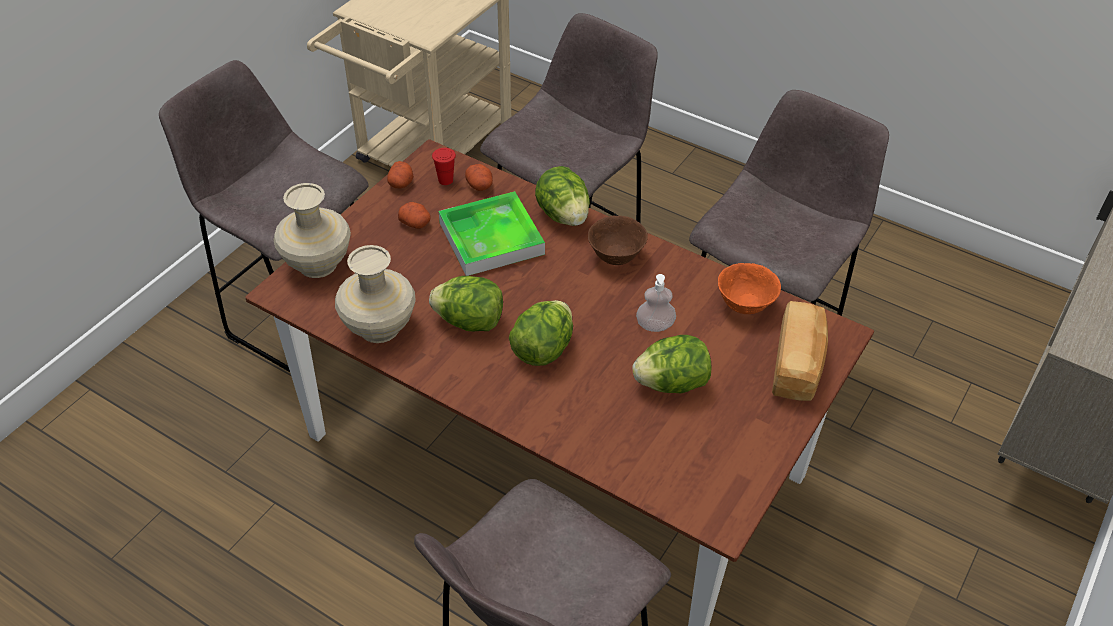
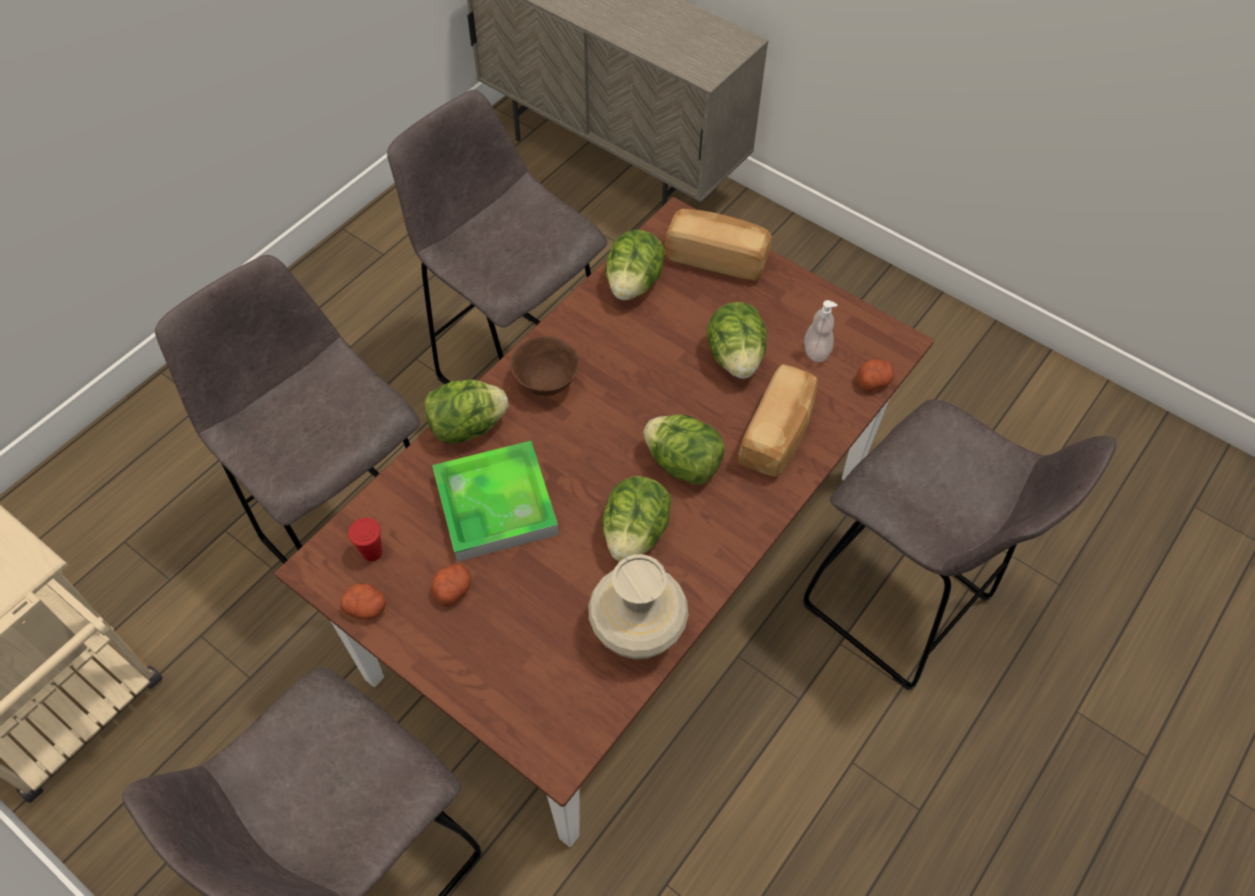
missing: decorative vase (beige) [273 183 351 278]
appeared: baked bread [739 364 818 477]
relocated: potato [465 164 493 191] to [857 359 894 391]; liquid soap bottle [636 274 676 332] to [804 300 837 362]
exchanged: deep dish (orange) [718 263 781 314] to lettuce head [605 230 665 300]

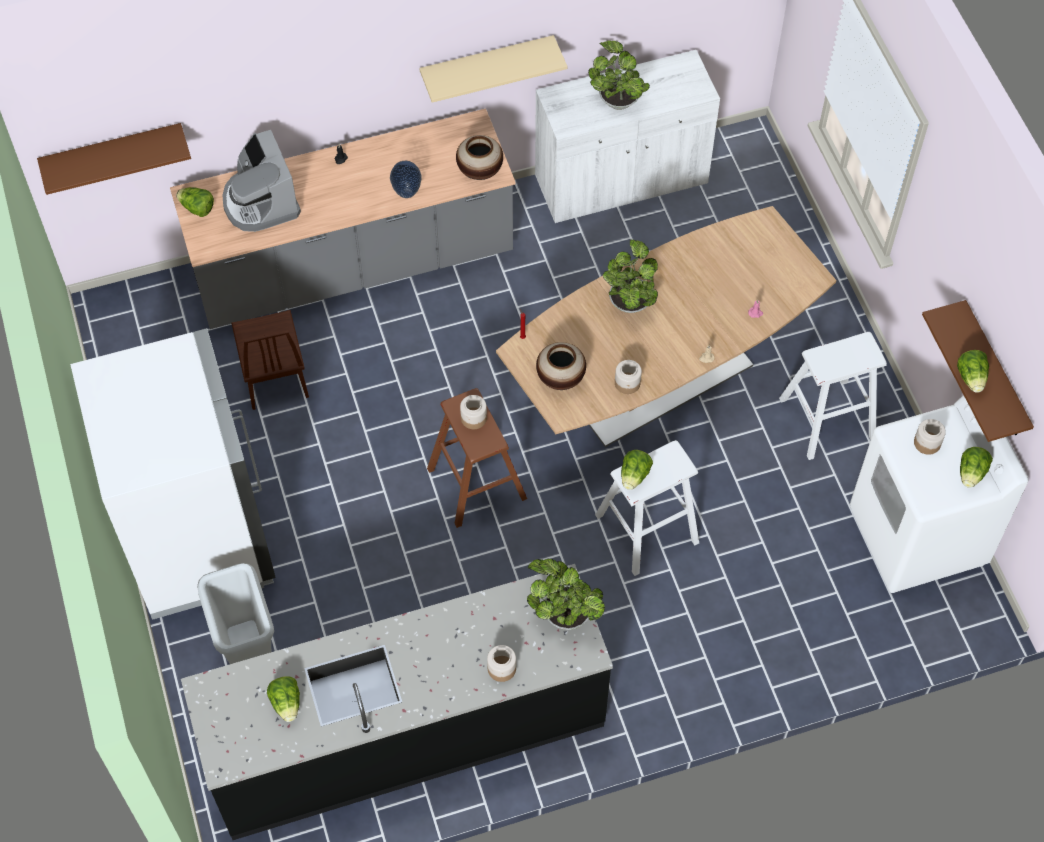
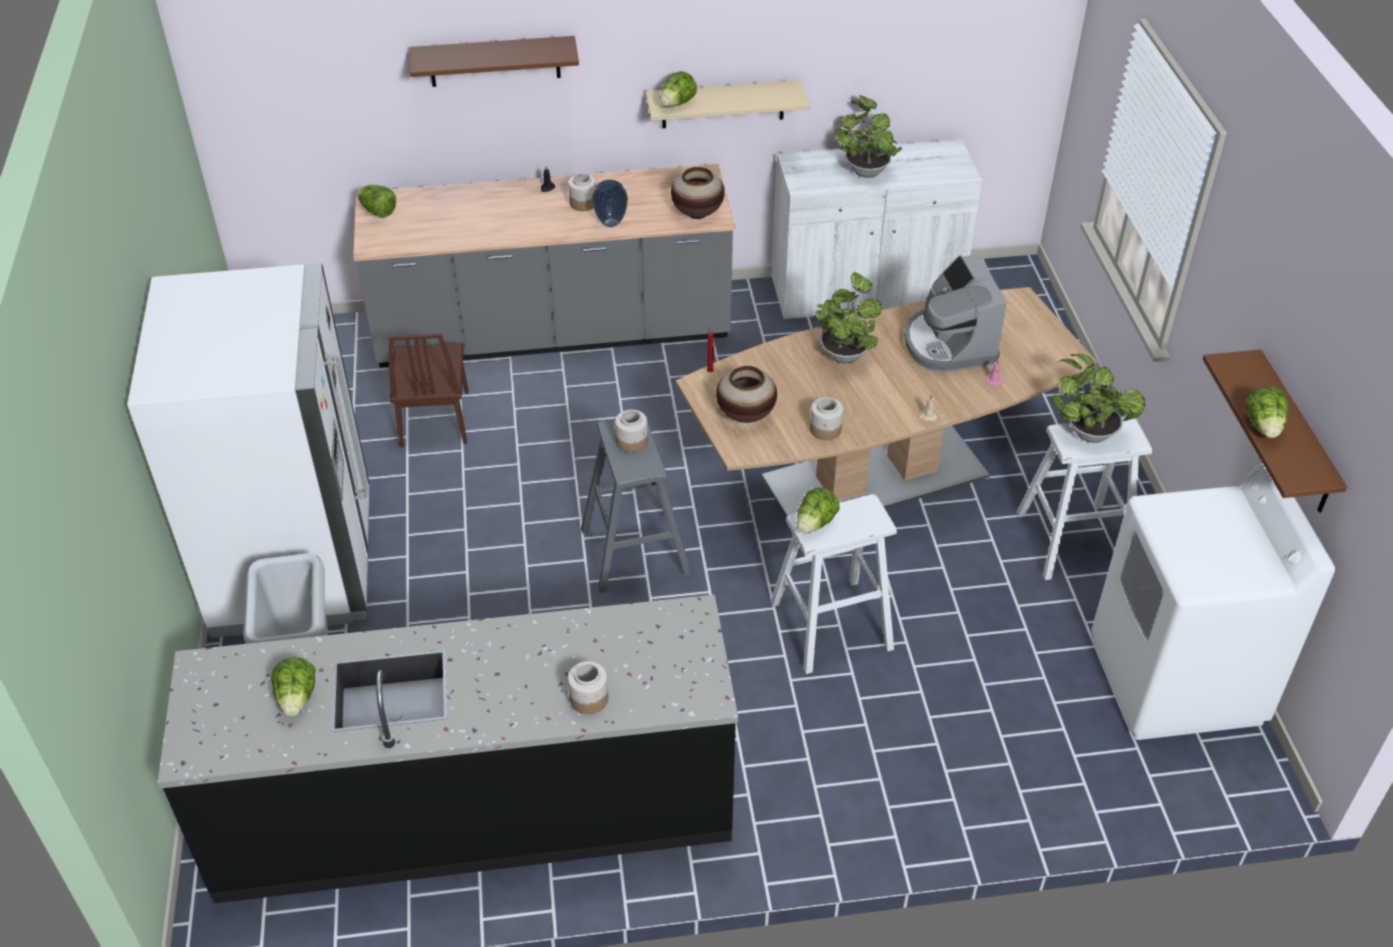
relocated: shelf (brown) [37 123 191 195] to [410 36 579 87]; coffee brewer [222 130 301 232] to [904 254 1007 372]; jar [914 419 946 455] to [568 173 596 211]; lettuce head [960 447 993 488] to [660 71 697 107]; houseplant [527 559 605 630] to [1052 354 1145 443]
colour: stool (brown) [427 388 527 528] to stool (grey) [581 418 692 593]

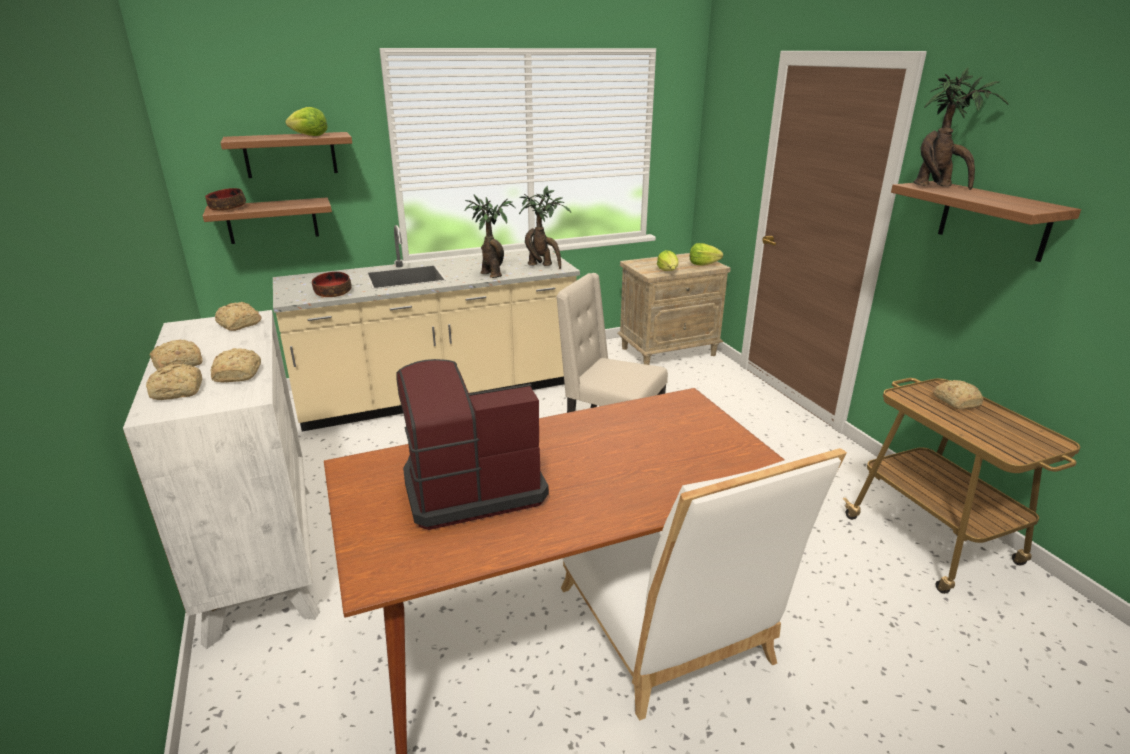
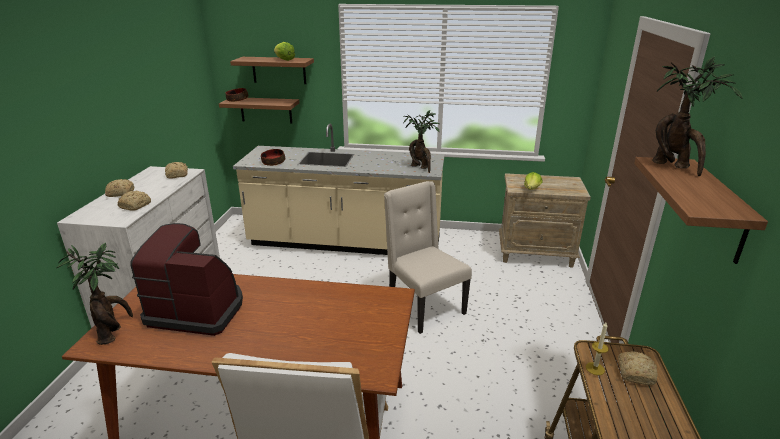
missing: lettuce head [690 243 723 266]; baked bread [146 364 202 400]
appeared: wax candle [586 321 609 375]
relocated: houseplant [464 194 515 278] to [56 243 133 345]

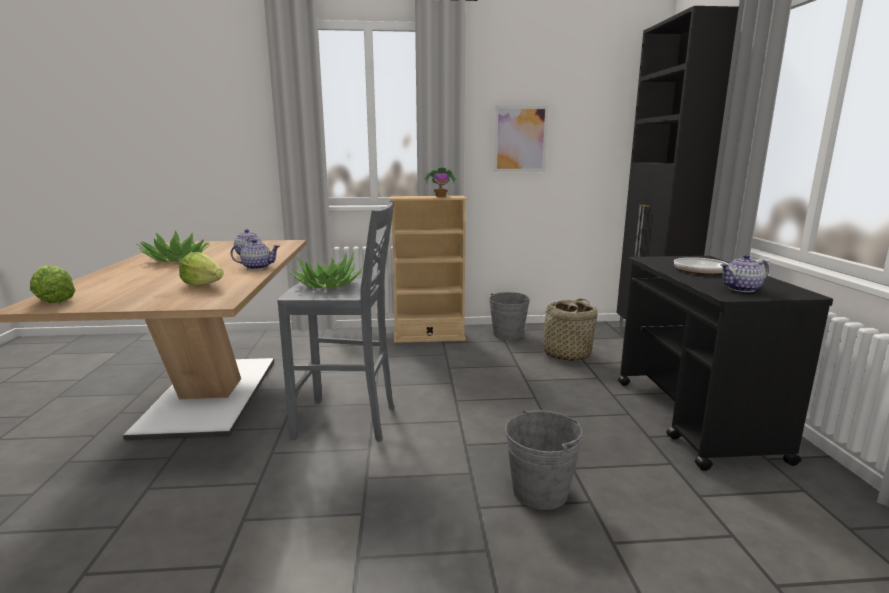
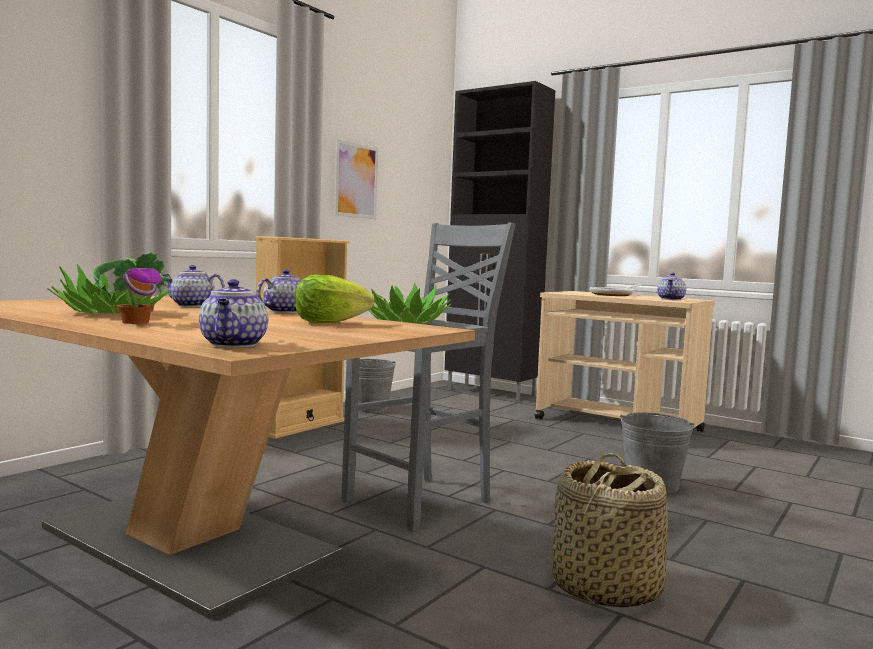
relocated: houseplant [424 167 457 197] to [93 252 172 324]; basket [532 298 598 361] to [552 453 668 608]
exchanged: lettuce head [30 265 76 303] to pot for tea [199 279 268 348]
colour: wheeled cart (black) [618 256 833 471] to wheeled cart (beige) [534 291 715 432]

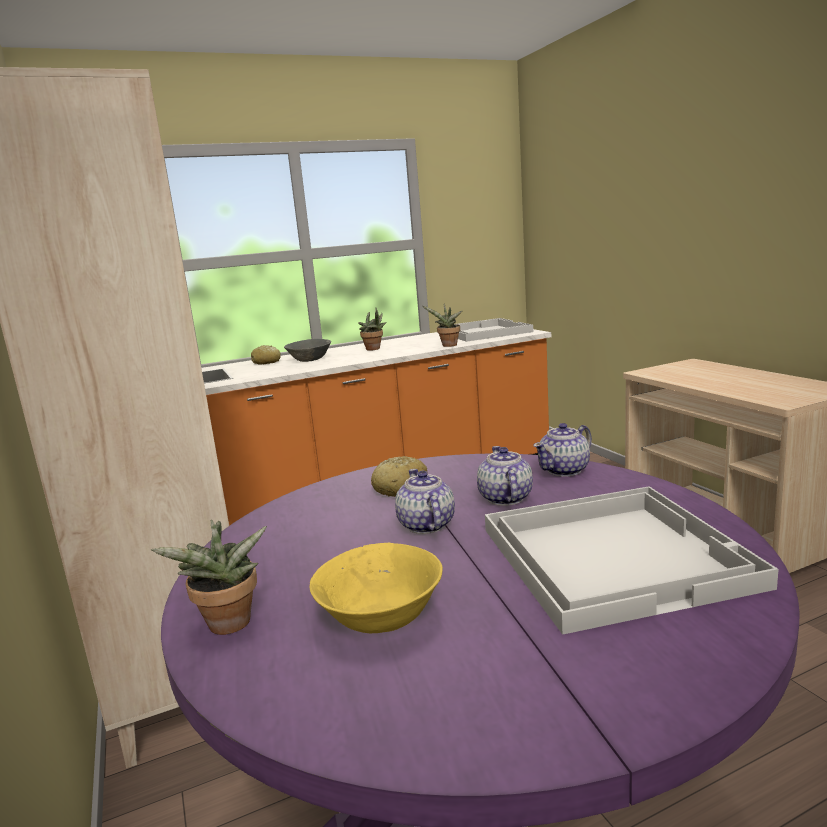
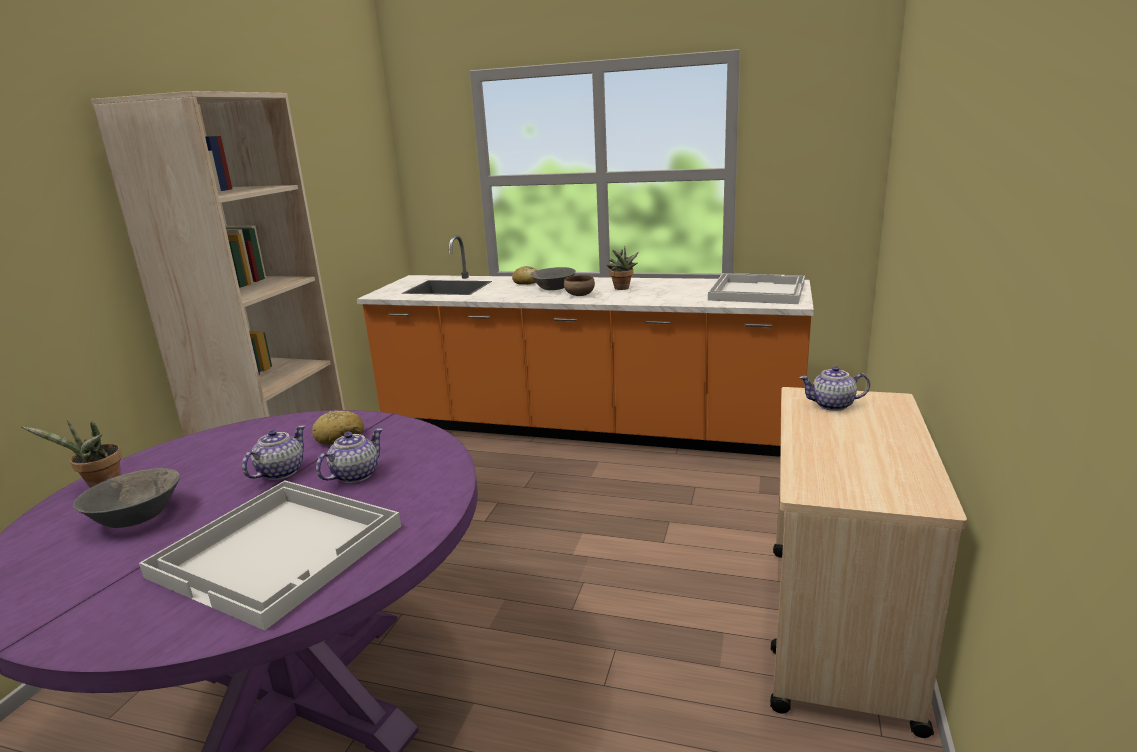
missing: houseplant [423 304 462 347]
appeared: deep dish (brown) [564 275 595 296]
relocated: pot for tea [533 423 592 477] to [799 366 870 411]
colour: deep dish (yellowish) [310 543 443 633] to deep dish (grey) [73 468 180 528]

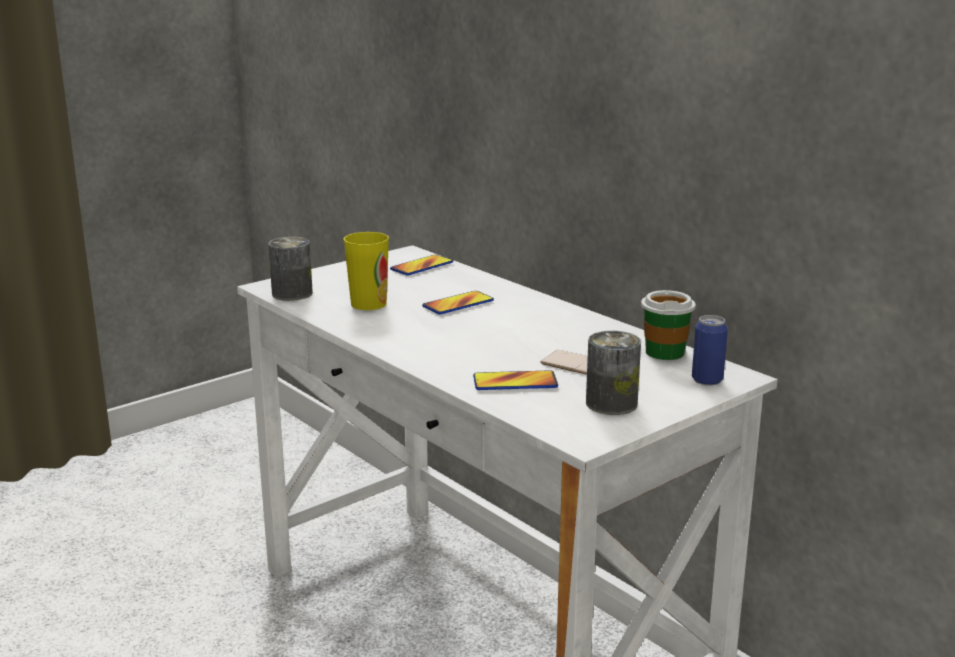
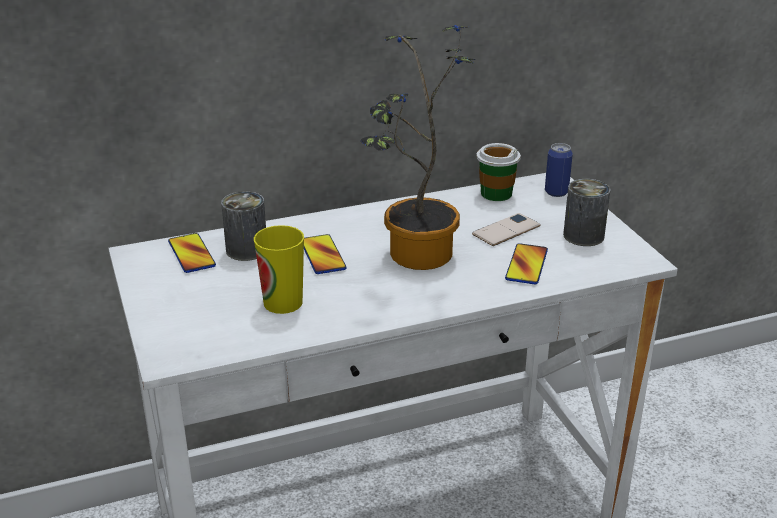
appeared: houseplant [360 25 476 270]
relocated: sealed can [268 237 313 301] to [221 191 266 261]

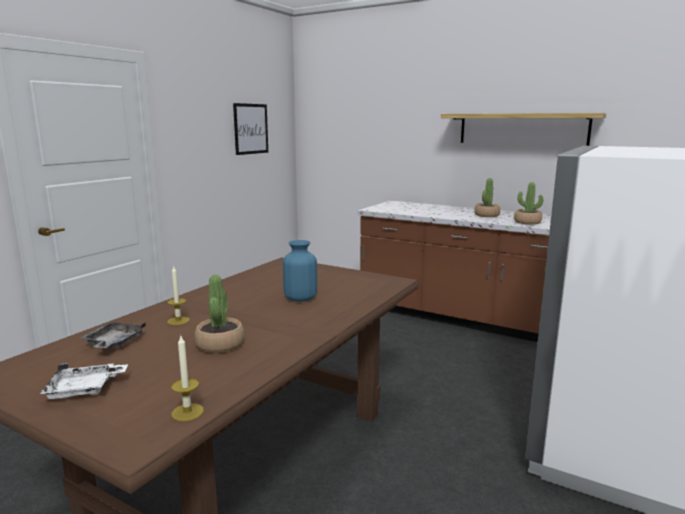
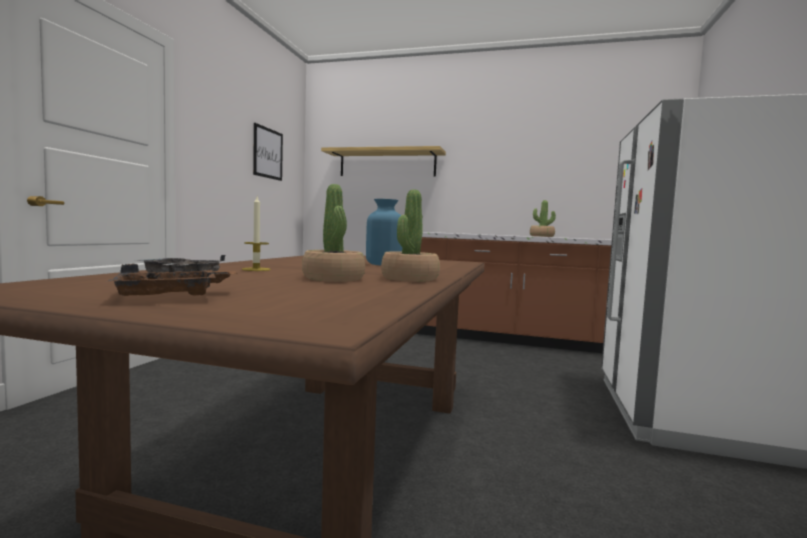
missing: wax candle [171 336 204 421]
relocated: shelf [441 113 606 146] to [321 146 446 177]; houseplant [474 178 500 217] to [381 189 440 282]
colour: carrying tray (white) [40 363 128 399] to carrying tray (brown) [108 264 237 296]

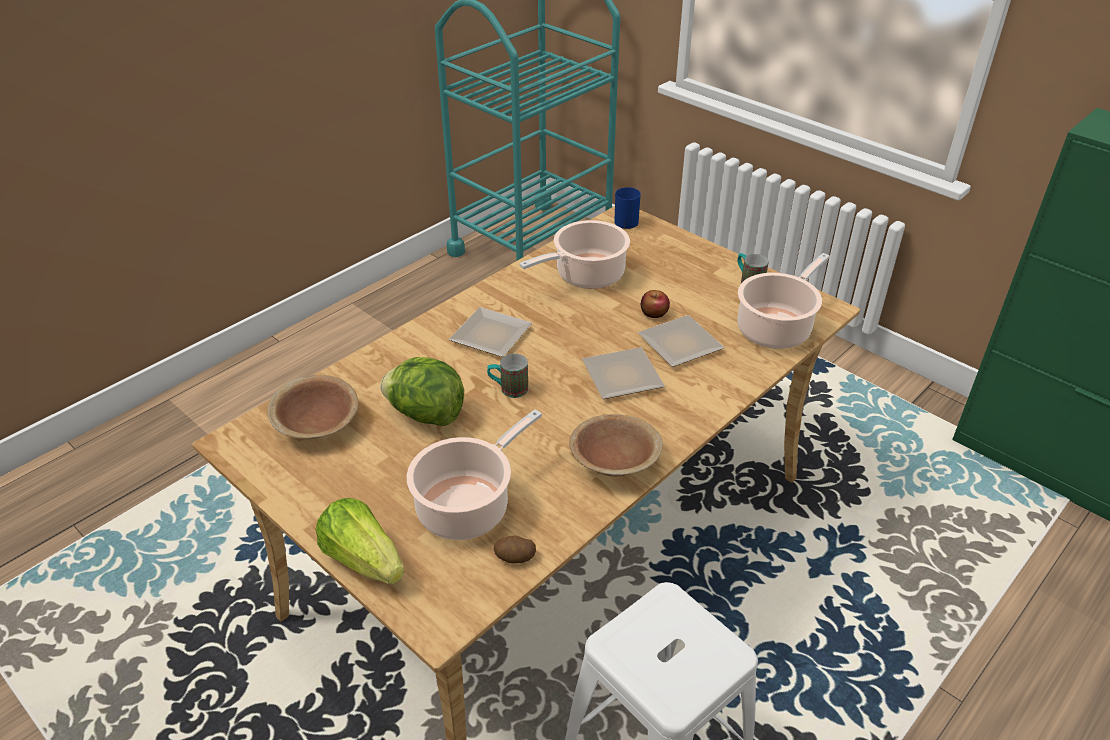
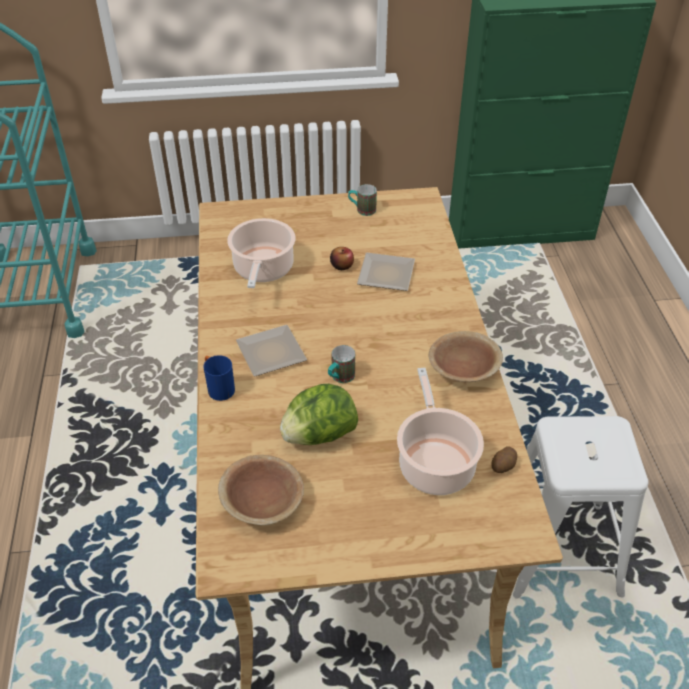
missing: saucepot [737 253 830 349]; flat dish [582 347 665 399]; lettuce head [316 498 404 584]
relocated: tea mug (bluish) [614 187 641 229] to [203 355 235 401]

